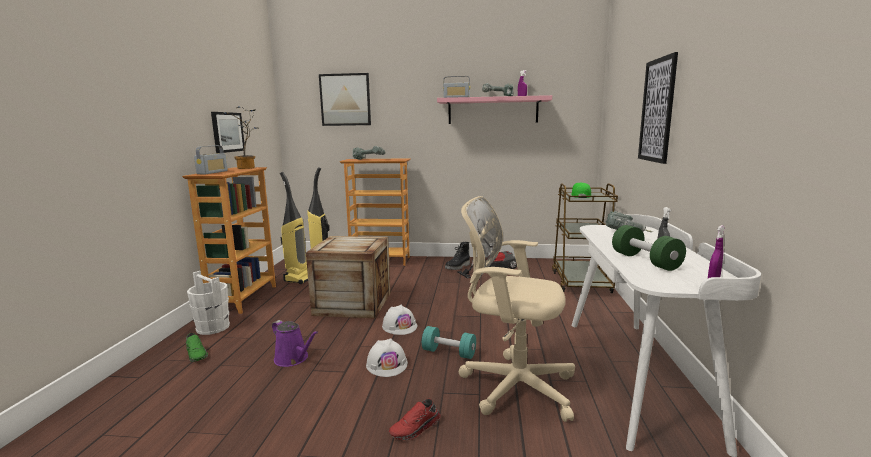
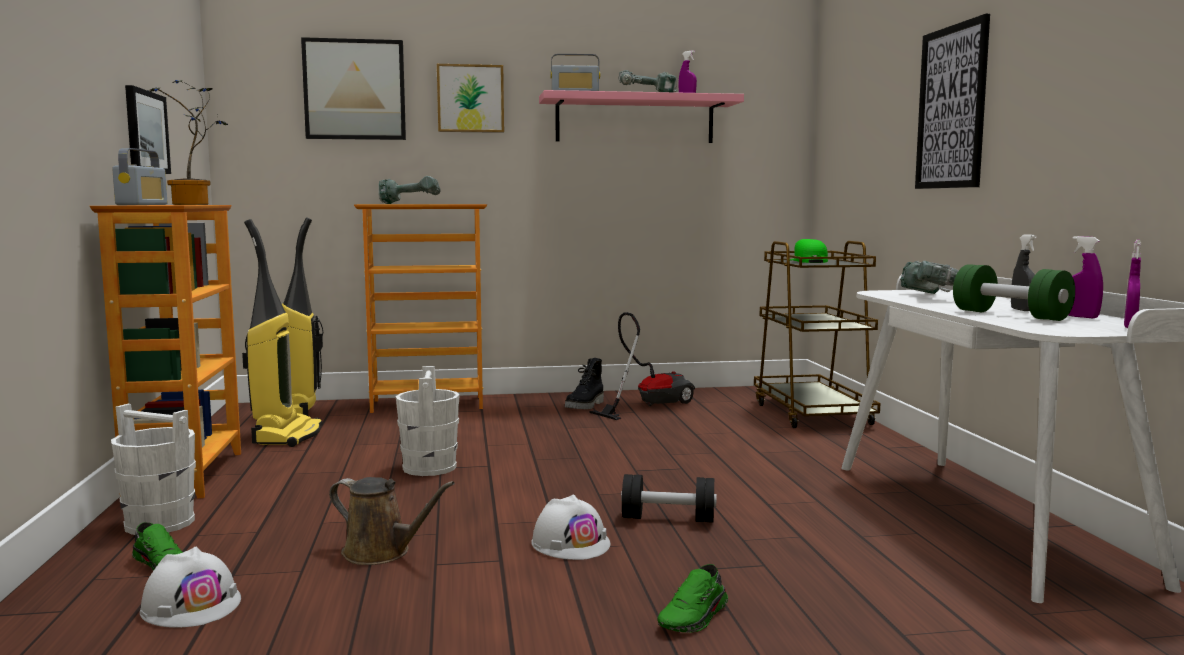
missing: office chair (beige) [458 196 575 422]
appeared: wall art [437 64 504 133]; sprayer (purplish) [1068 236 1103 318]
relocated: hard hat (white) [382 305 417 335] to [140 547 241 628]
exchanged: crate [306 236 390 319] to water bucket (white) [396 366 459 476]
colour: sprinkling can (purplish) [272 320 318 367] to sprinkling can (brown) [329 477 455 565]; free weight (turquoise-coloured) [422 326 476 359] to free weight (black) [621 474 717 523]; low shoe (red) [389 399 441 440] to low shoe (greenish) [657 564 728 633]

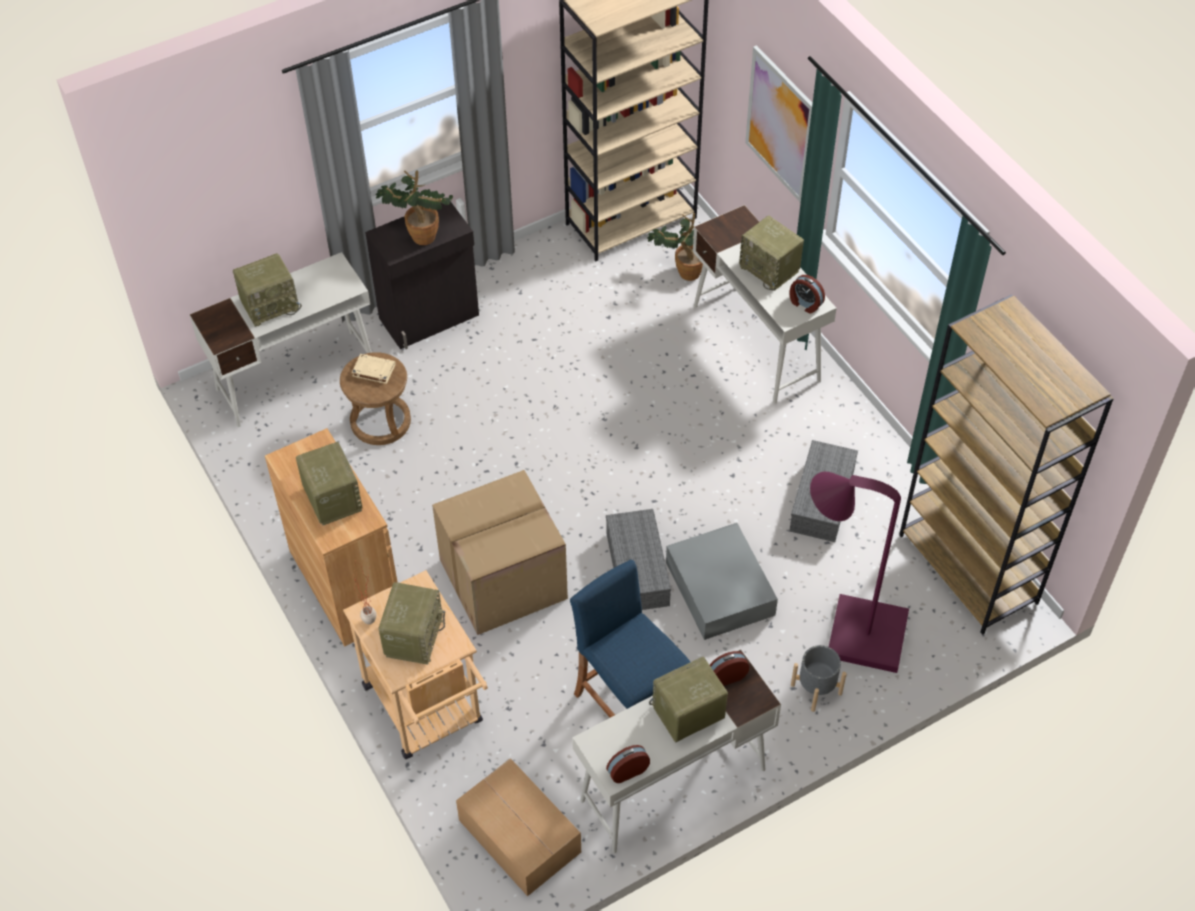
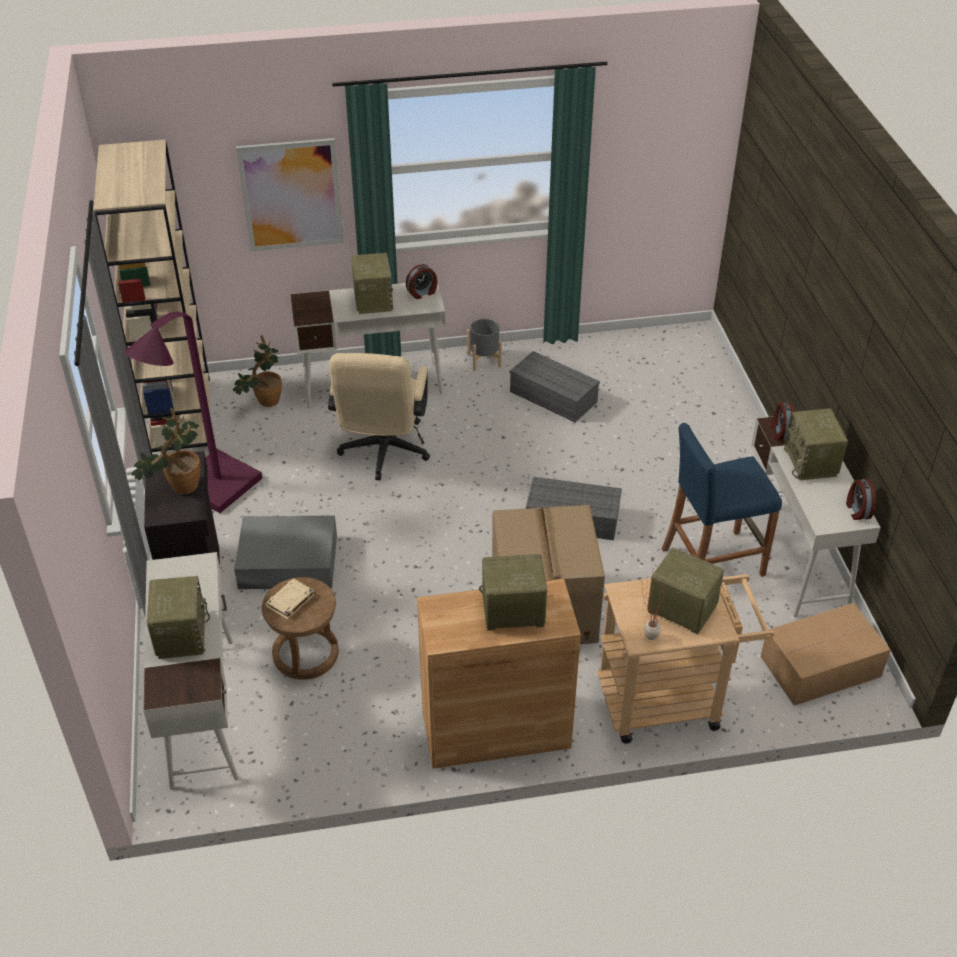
missing: bookshelf (brown) [899 294 1113 635]
appeared: office chair (beige) [328 353 430 480]
relocated: standing lamp (purplish) [810 472 909 673] to [124 312 262 513]; storage bin (grey) [666 523 778 640] to [234 516 337 589]; planter (grey) [791 645 847 712] to [467 318 502 371]
spun: radio receiver [739 216 804 291] = [351 253 394 314] 75 degrees counterclockwise

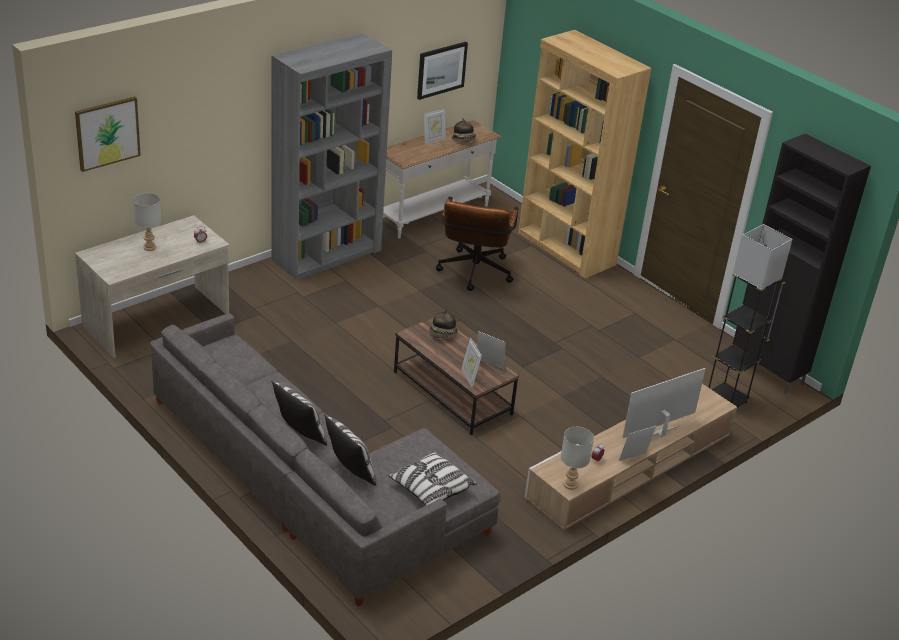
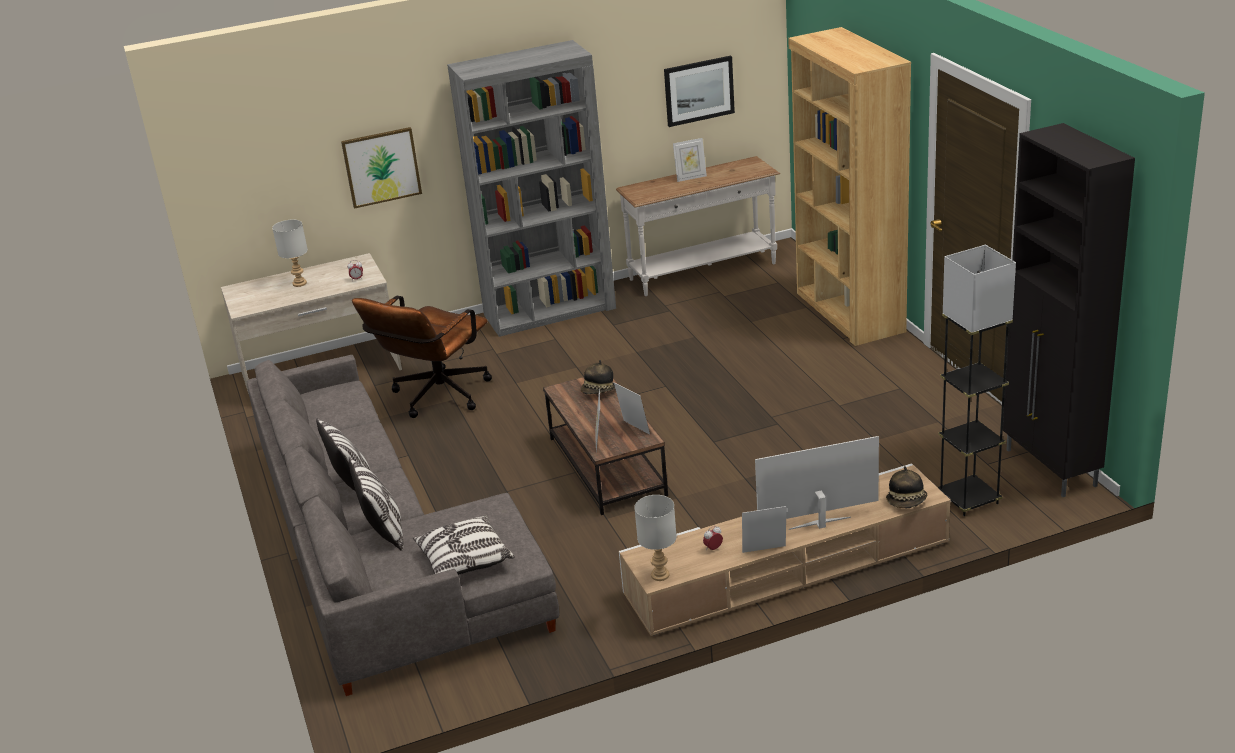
relocated: wall art [75 96 141 172] to [341 127 422 209]; hat [452 118 476 142] to [886 466 927 508]; office chair (brown) [436 197 519 291] to [352 296 492 418]

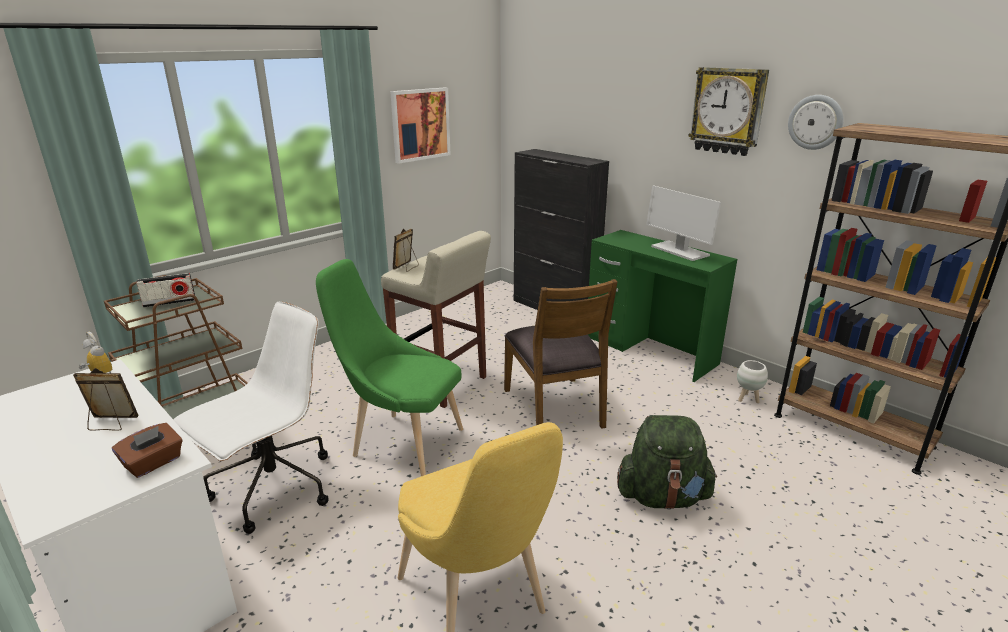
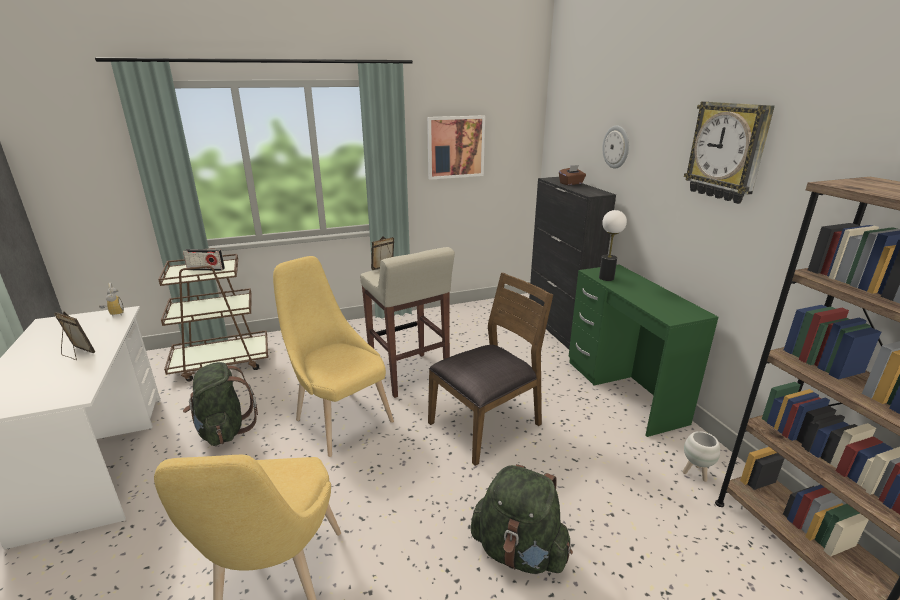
missing: computer screen [646 186 721 261]
appeared: tabletop lamp [599 210 627 281]
relocated: hanging clock [788 95 844 150] to [603 125 629 169]; tissue holder (brown) [112 423 182 478] to [559 165 586 185]
exchanged: office chair (white) [173 302 329 534] to backpack (greenish) [183 362 258 446]
colour: upright chair (greenish) [316 259 463 476] to upright chair (yellowish) [273 256 394 457]
spun: upright chair (brown) [504 279 617 429] = [428 273 553 466] 135 degrees counterclockwise

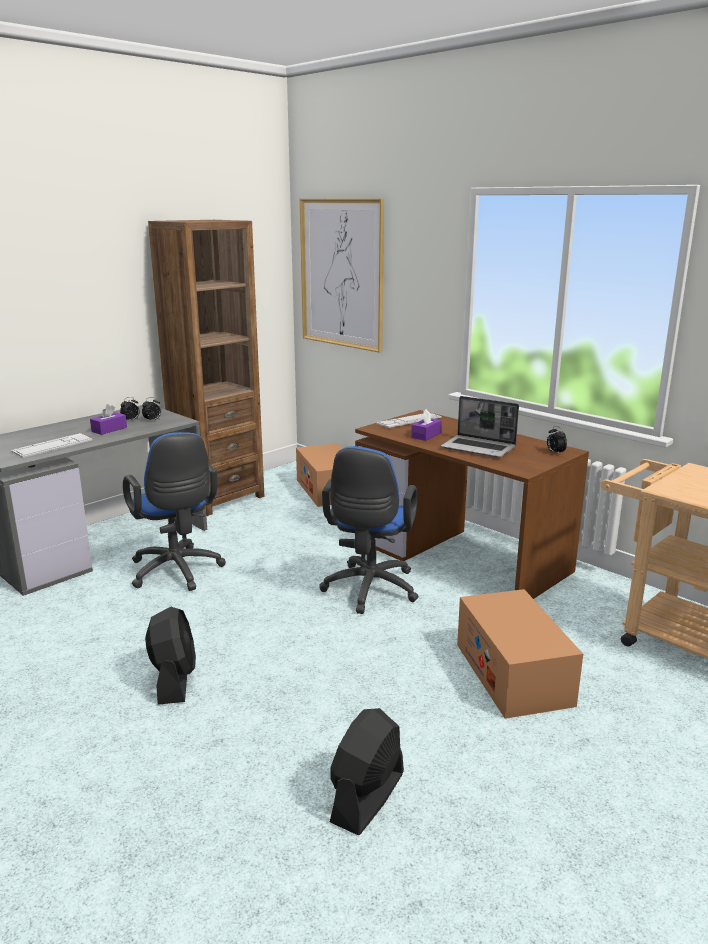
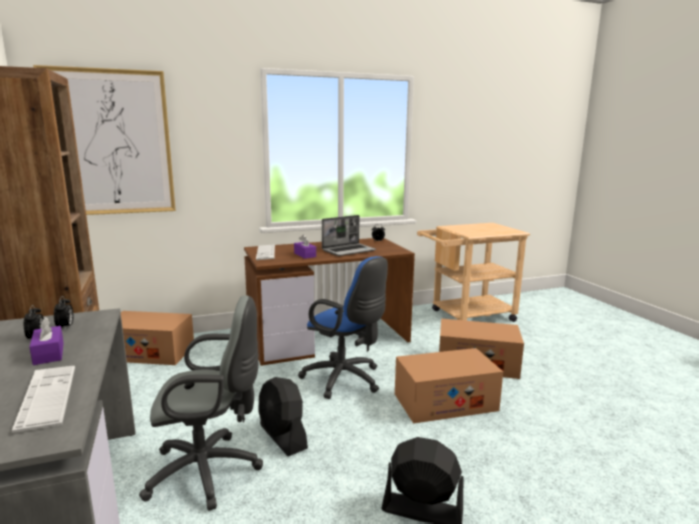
appeared: carton [395 348 503 424]
relocated: cooling fan (black) [330 708 404 835] to [259 377 308 456]
colour: office chair (bluish) [123 432 226 591] to office chair (grey) [139 295 263 511]

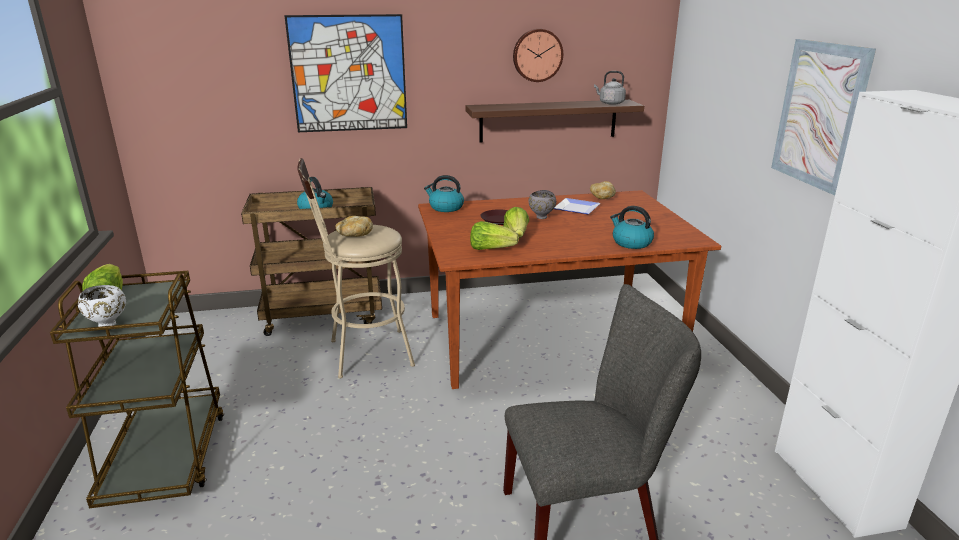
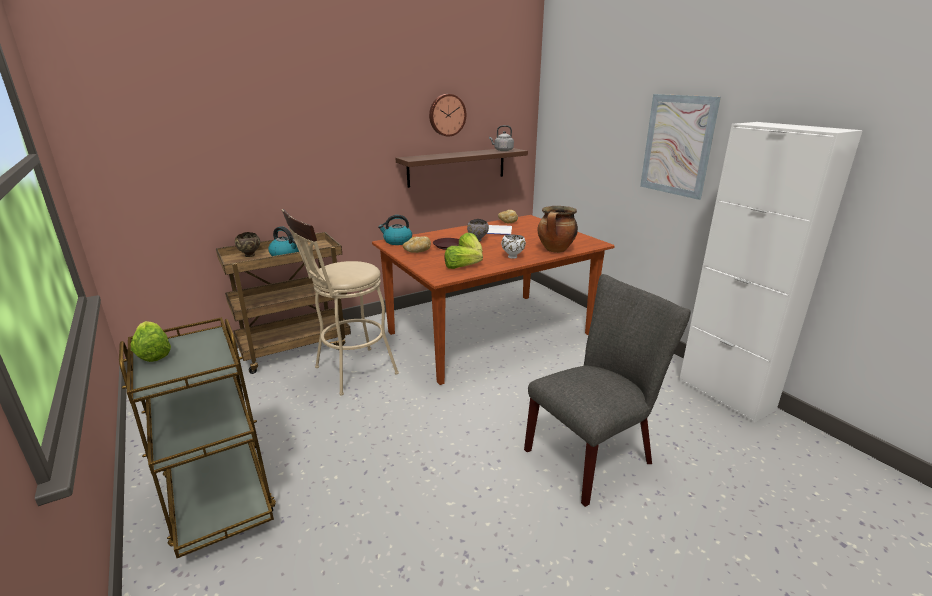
missing: wall art [284 14 407 132]
appeared: deep dish (brown) [235 232 260 257]
relocated: baked bread [335 216 373 237] to [403 236 431 253]; deep dish (white) [78 285 126 327] to [501 234 526 259]
exchanged: kettle [610 206 654 249] to saucepot [538 206 578 253]

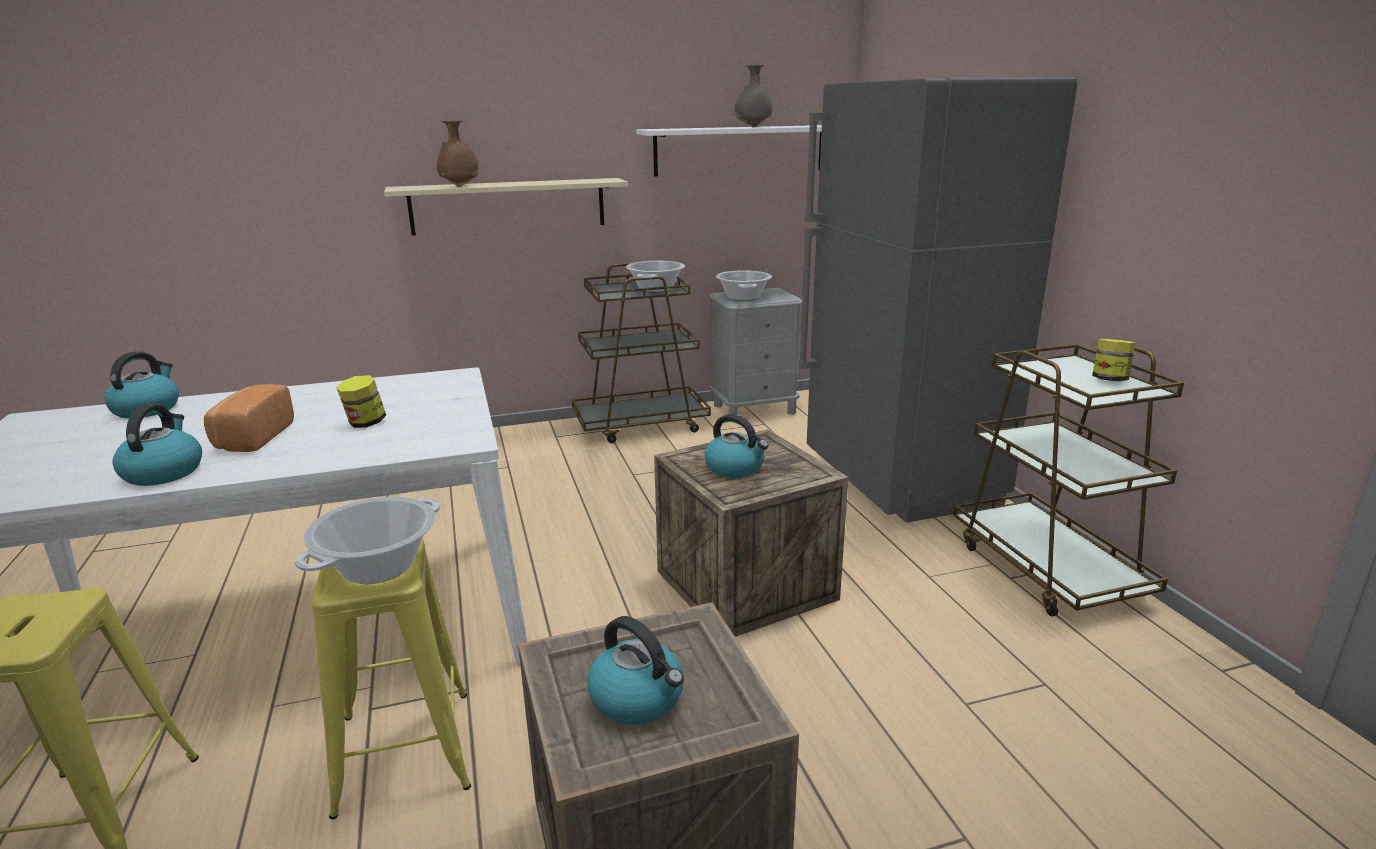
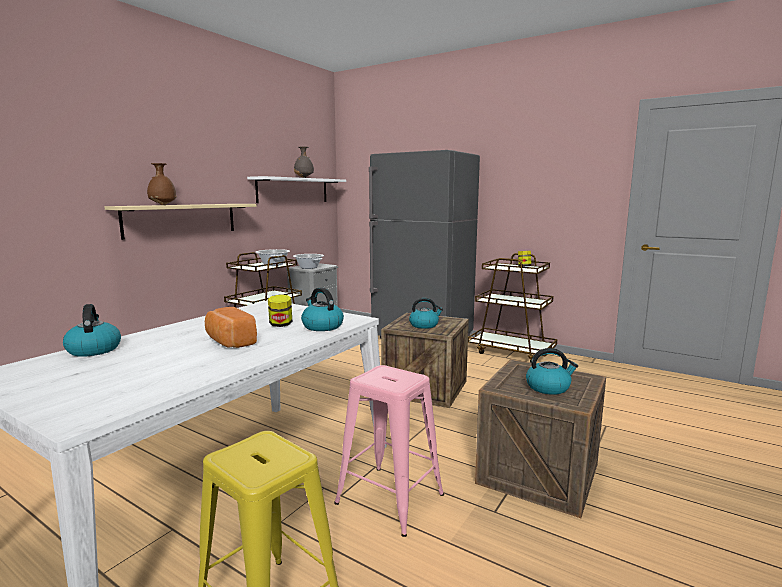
missing: saucepot [294 496 441 584]
relocated: kettle [112 404 202 486] to [301 287 344 331]
colour: stool (yellowish) [312 538 471 820] to stool (pink-coloured) [334 365 444 537]

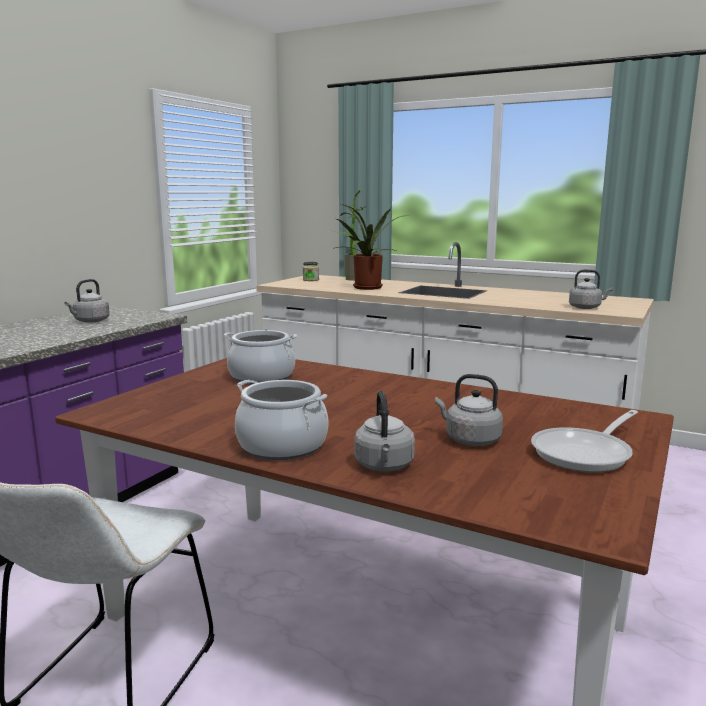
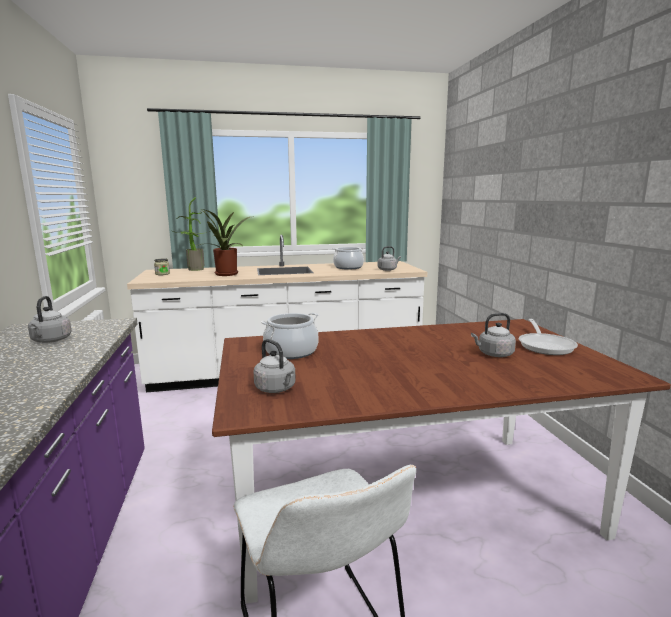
relocated: saucepot [235 380 328 460] to [332 247 365 270]; kettle (grey) [354 391 415 472] to [253 339 296 393]

